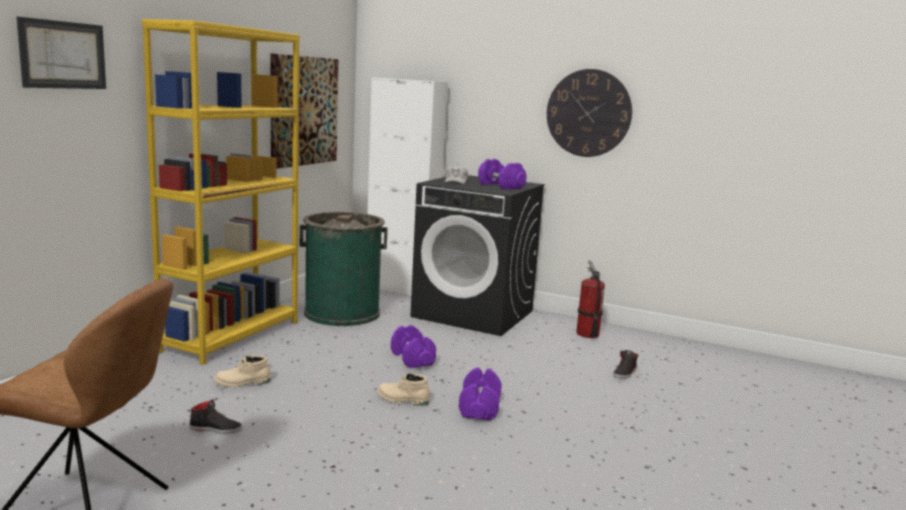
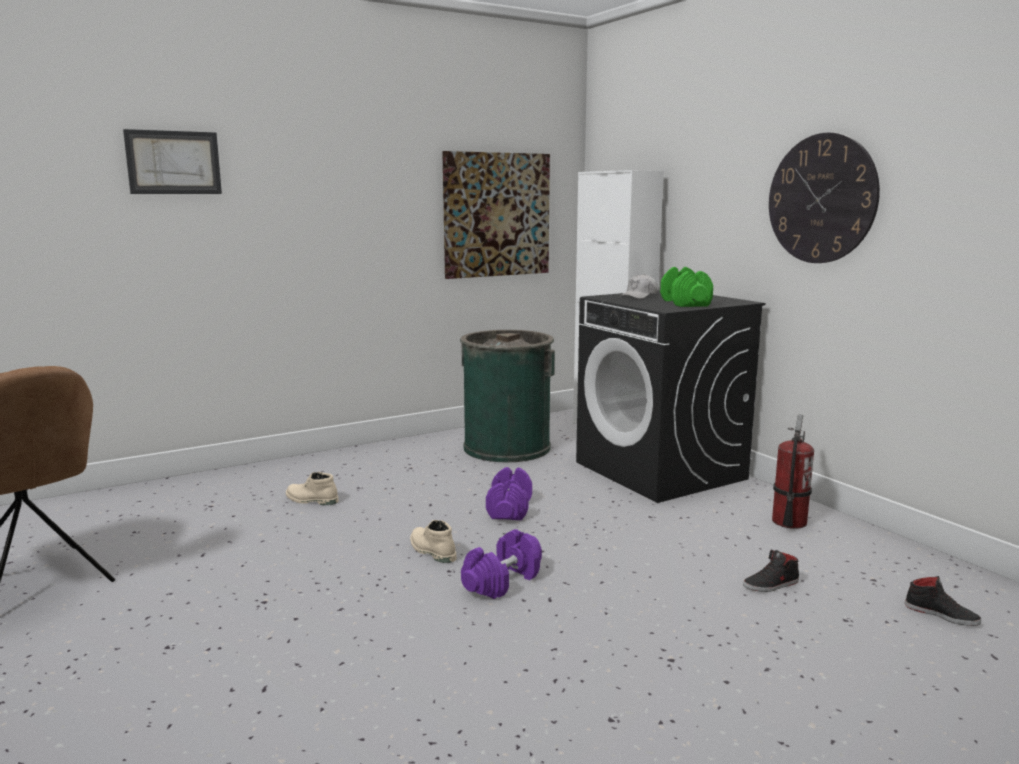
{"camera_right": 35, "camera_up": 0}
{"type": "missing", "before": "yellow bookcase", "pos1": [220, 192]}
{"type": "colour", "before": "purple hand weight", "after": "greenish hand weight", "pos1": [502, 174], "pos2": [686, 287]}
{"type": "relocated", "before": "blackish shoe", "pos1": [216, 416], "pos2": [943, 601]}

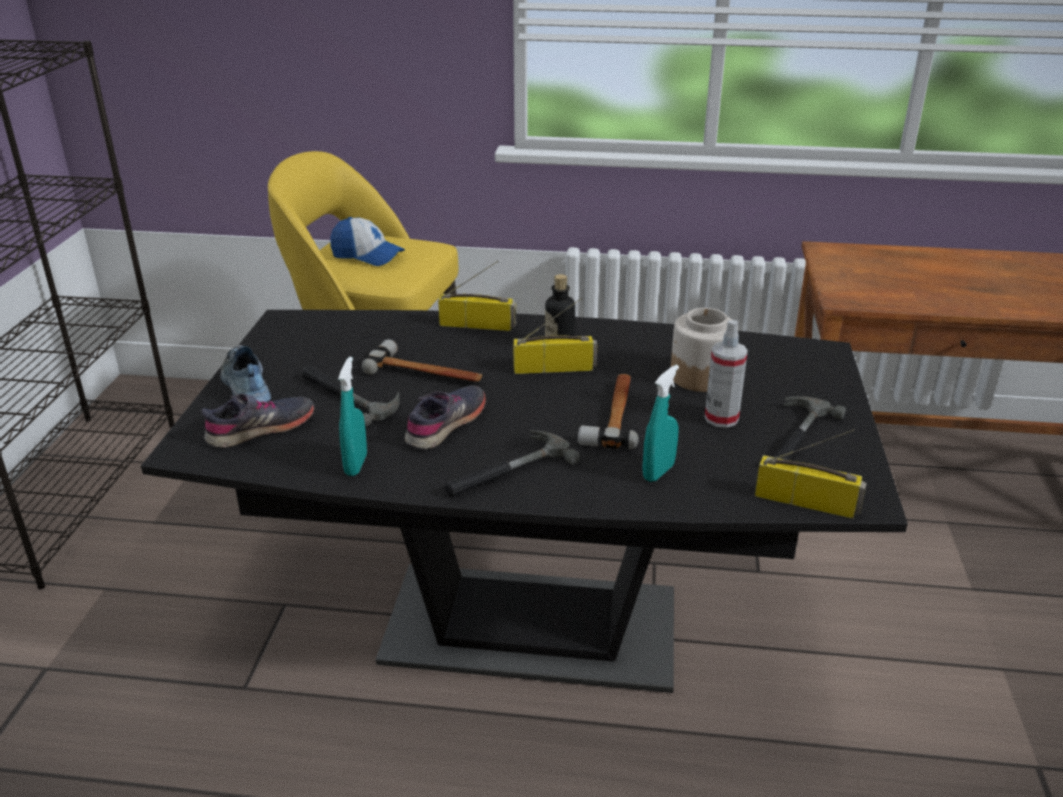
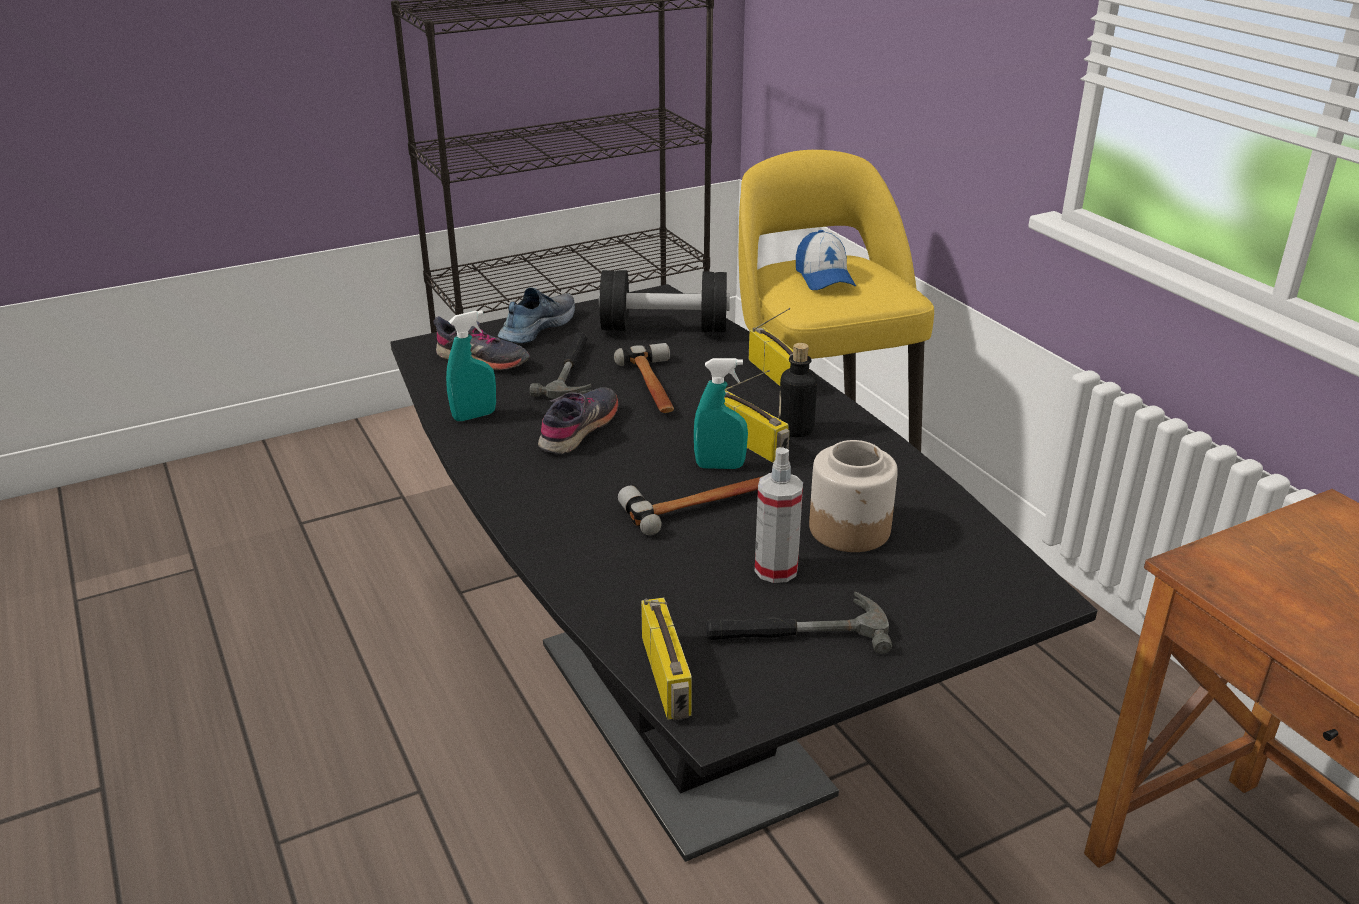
{"camera_right": 55, "camera_up": 0}
{"type": "relocated", "before": "turquoise sprayer", "pos1": [660, 423], "pos2": [721, 413]}
{"type": "spun", "before": "greyish shoe", "pos1": [445, 417], "pos2": [578, 420], "turn": -60}
{"type": "missing", "before": "hammer", "pos1": [512, 463]}
{"type": "appeared", "after": "blackish hand weight", "pos2": [664, 301]}

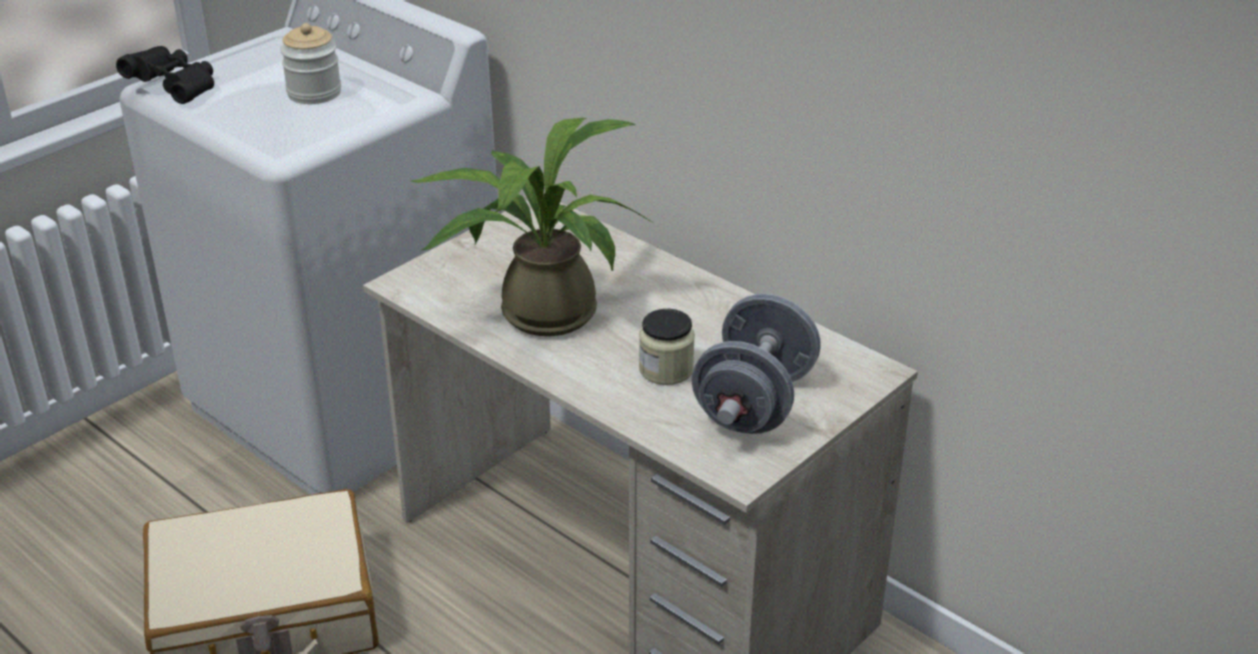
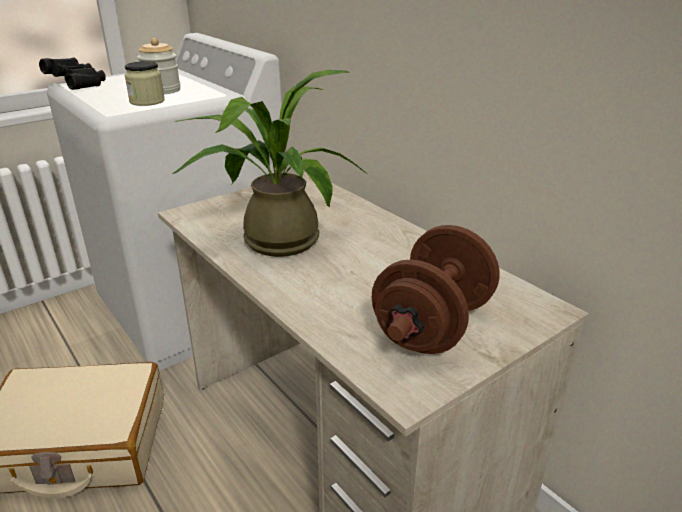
{"camera_right": 10, "camera_up": -5}
{"type": "colour", "before": "greyish hand weight", "after": "brownish hand weight", "pos1": [756, 364], "pos2": [436, 289]}
{"type": "relocated", "before": "jar", "pos1": [667, 347], "pos2": [145, 83]}

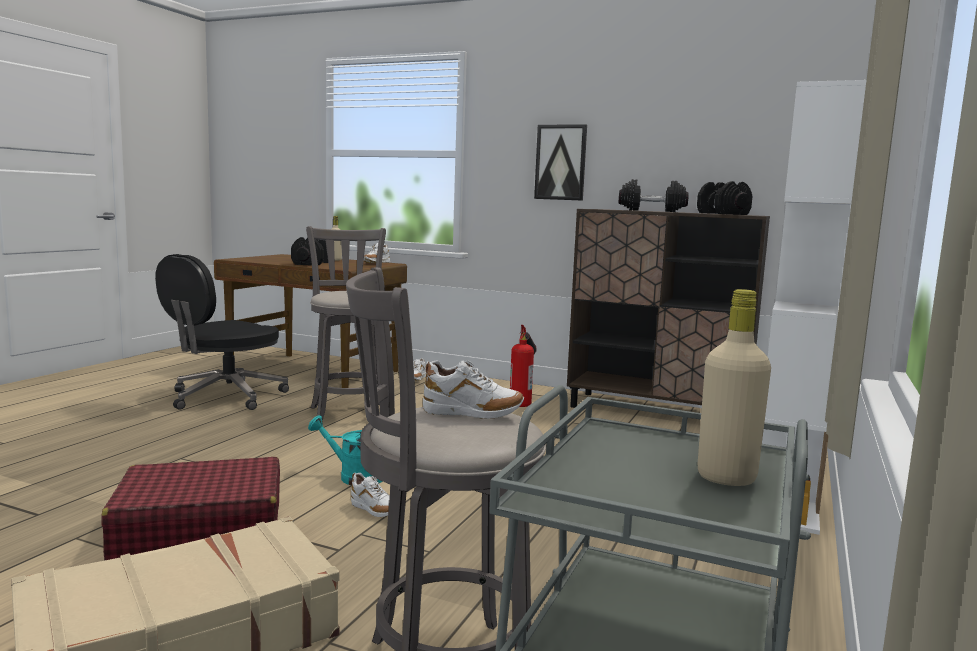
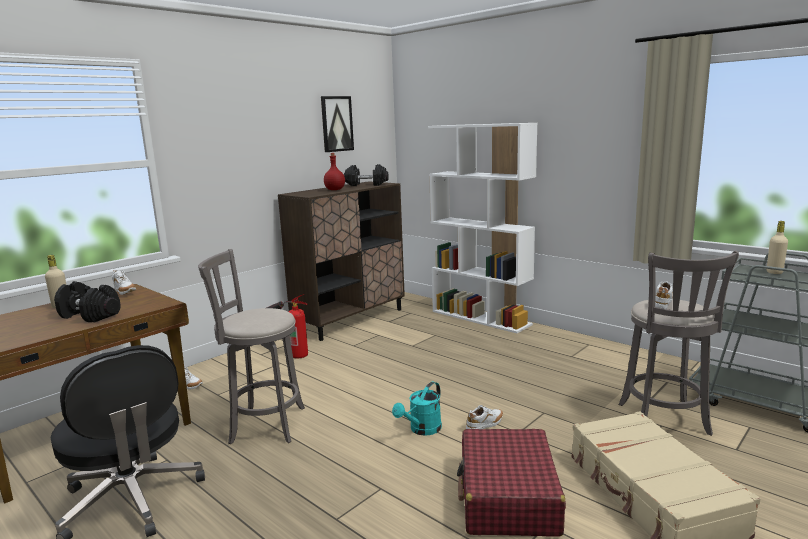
{"camera_right": -70, "camera_up": 5}
{"type": "relocated", "before": "picture", "pos1": [560, 162], "pos2": [337, 124]}
{"type": "exchanged", "before": "blackish hand weight", "after": "red beverage bottle", "pos1": [654, 195], "pos2": [334, 171]}

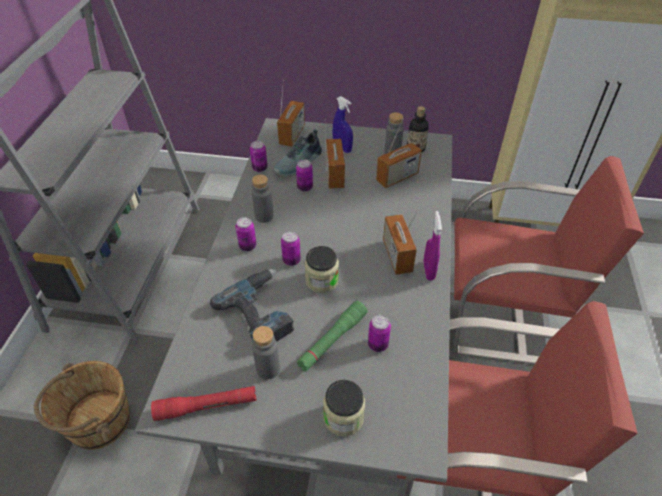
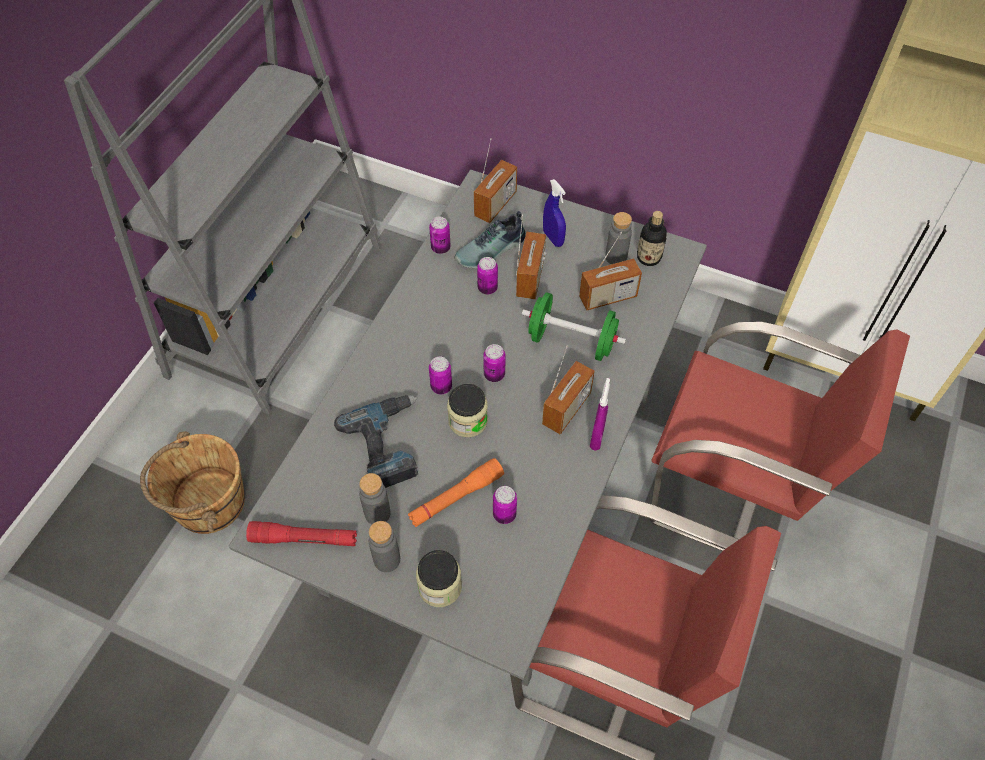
{"camera_right": 15, "camera_up": 10}
{"type": "relocated", "before": "greyish beverage bottle", "pos1": [263, 198], "pos2": [384, 546]}
{"type": "spun", "before": "radio receiver", "pos1": [401, 241], "pos2": [568, 389], "turn": -150}
{"type": "relocated", "before": "can", "pos1": [245, 234], "pos2": [494, 363]}
{"type": "colour", "before": "greenish hand torch", "after": "orange hand torch", "pos1": [332, 336], "pos2": [456, 492]}
{"type": "appeared", "after": "greenish hand weight", "pos2": [574, 326]}

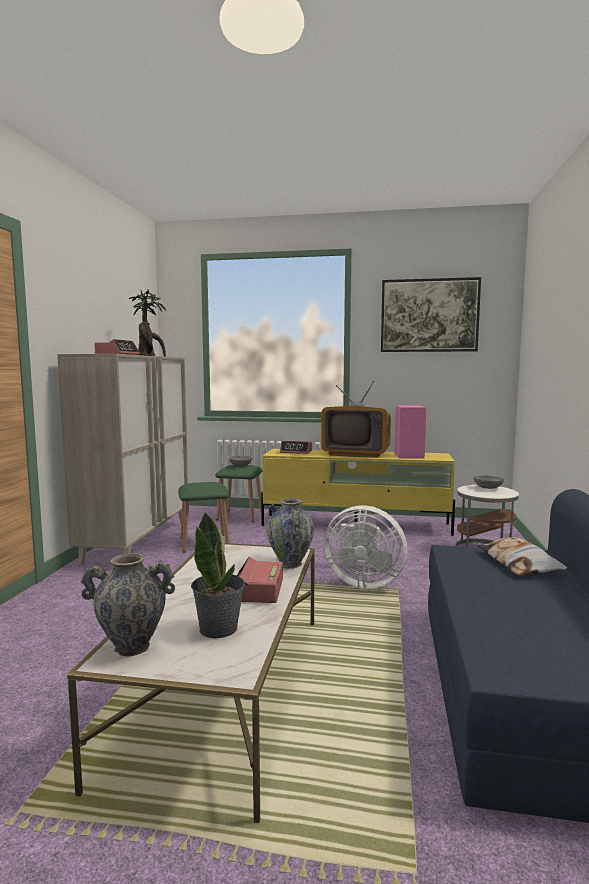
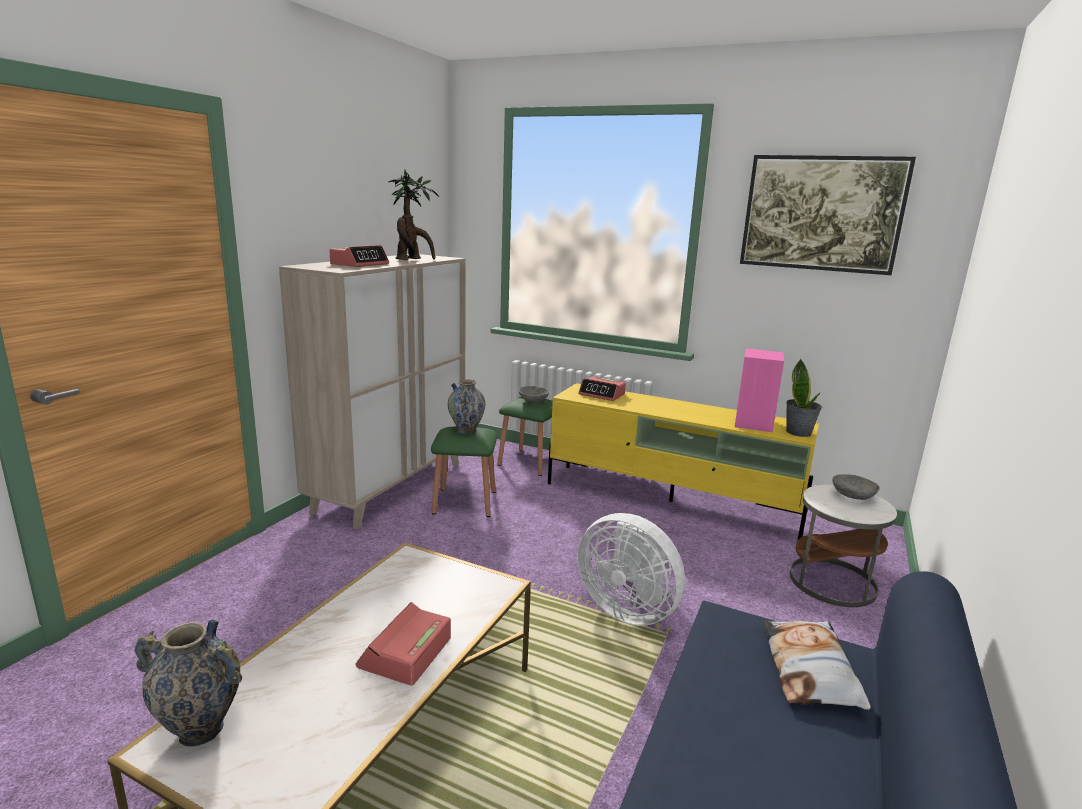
{"camera_right": 15, "camera_up": 10}
{"type": "missing", "before": "TV set", "pos1": [356, 419]}
{"type": "relocated", "before": "flower vase", "pos1": [290, 533], "pos2": [466, 407]}
{"type": "relocated", "before": "houseplant", "pos1": [218, 575], "pos2": [804, 398]}

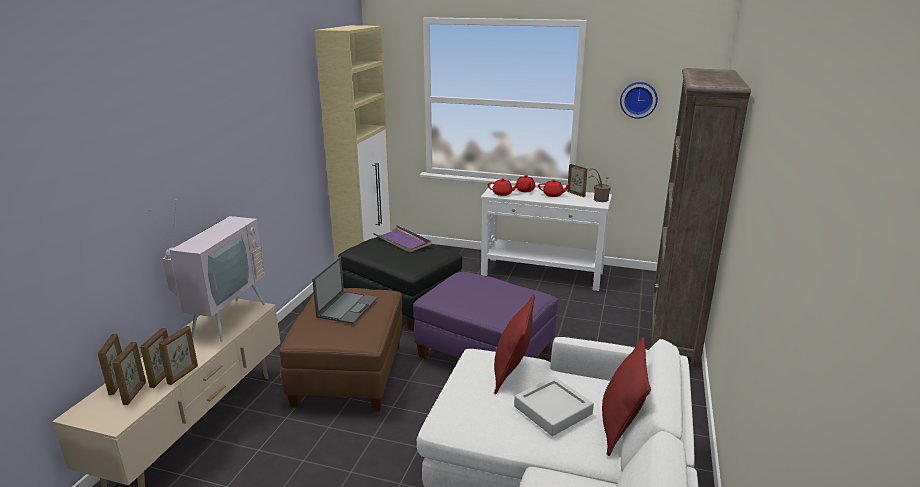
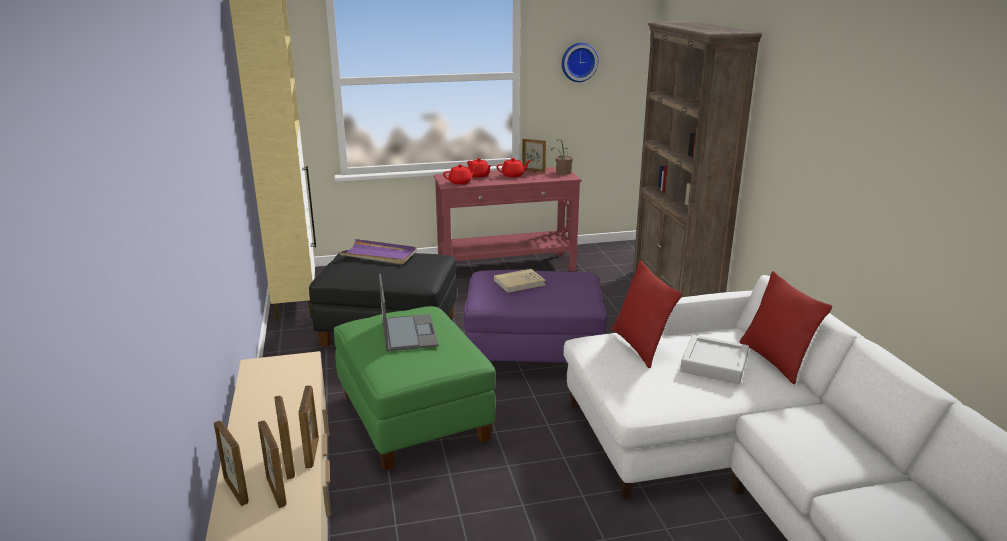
{"camera_right": -30, "camera_up": 0}
{"type": "colour", "before": "whitish hall table", "after": "red hall table", "pos1": [546, 237], "pos2": [507, 219]}
{"type": "missing", "before": "TV set", "pos1": [207, 271]}
{"type": "colour", "before": "brownish pouffe", "after": "greenish pouffe", "pos1": [341, 350], "pos2": [415, 388]}
{"type": "appeared", "after": "beige-coloured volume", "pos2": [520, 281]}

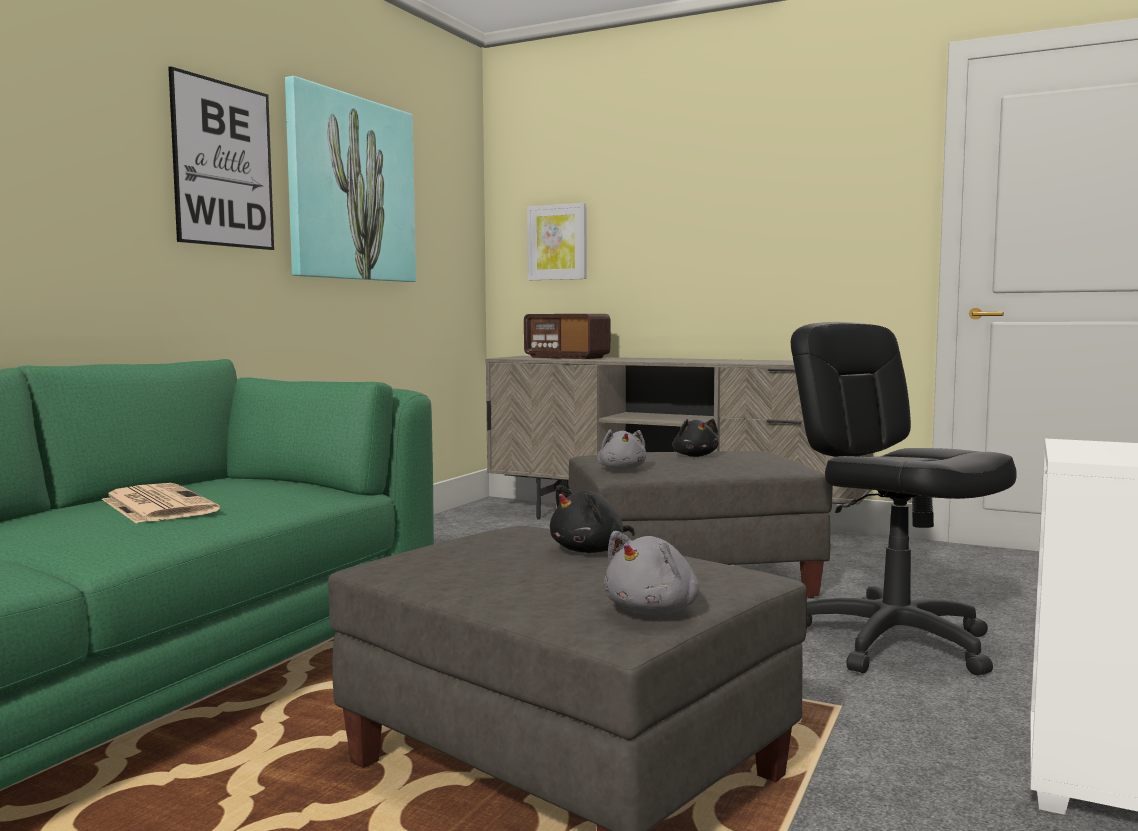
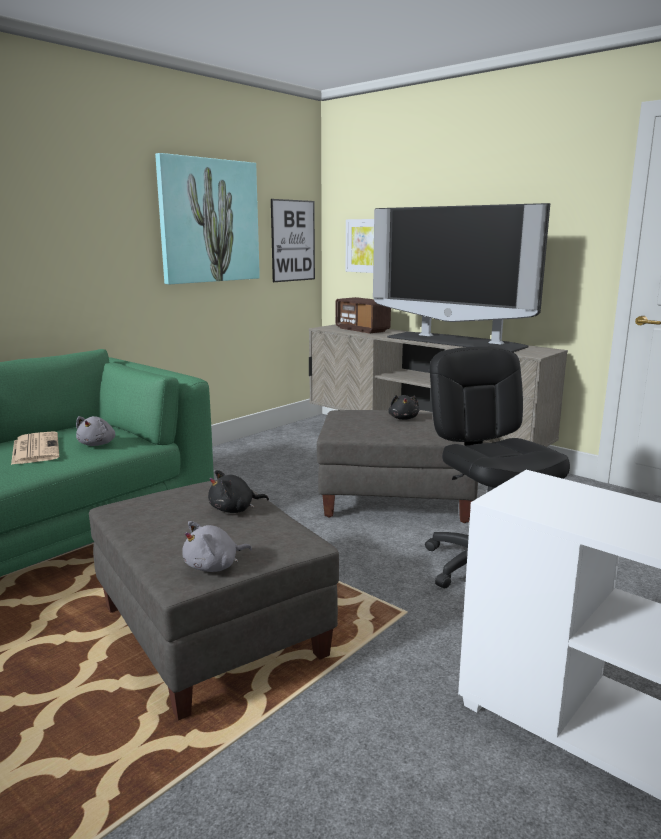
{"camera_right": 15, "camera_up": 10}
{"type": "relocated", "before": "picture", "pos1": [221, 158], "pos2": [293, 240]}
{"type": "relocated", "before": "greyish cuddly toy", "pos1": [621, 450], "pos2": [95, 431]}
{"type": "appeared", "after": "TV set", "pos2": [461, 277]}

